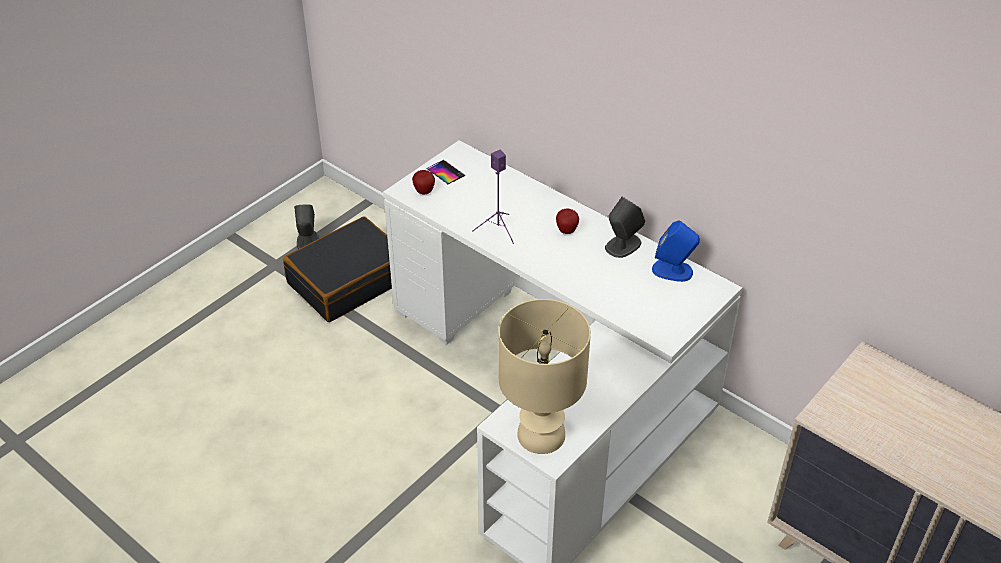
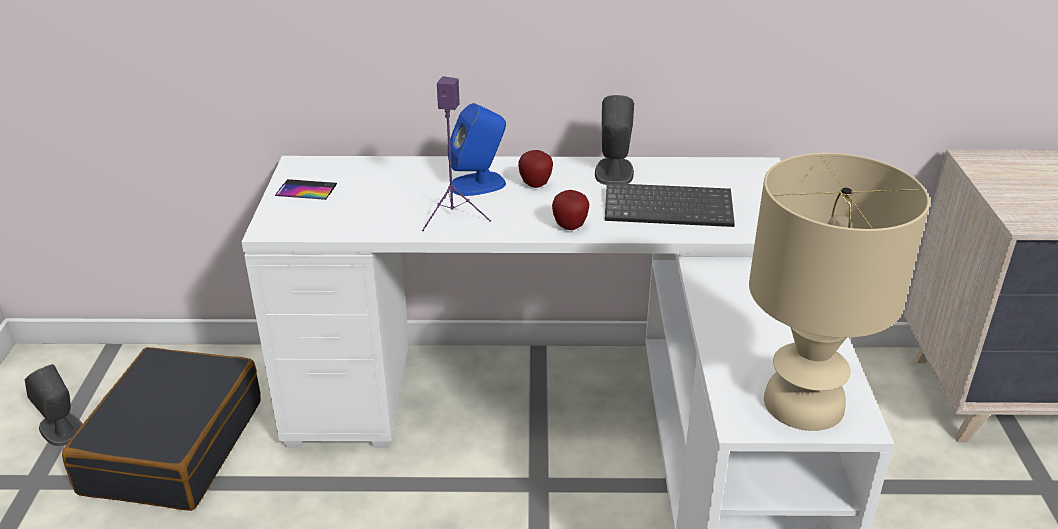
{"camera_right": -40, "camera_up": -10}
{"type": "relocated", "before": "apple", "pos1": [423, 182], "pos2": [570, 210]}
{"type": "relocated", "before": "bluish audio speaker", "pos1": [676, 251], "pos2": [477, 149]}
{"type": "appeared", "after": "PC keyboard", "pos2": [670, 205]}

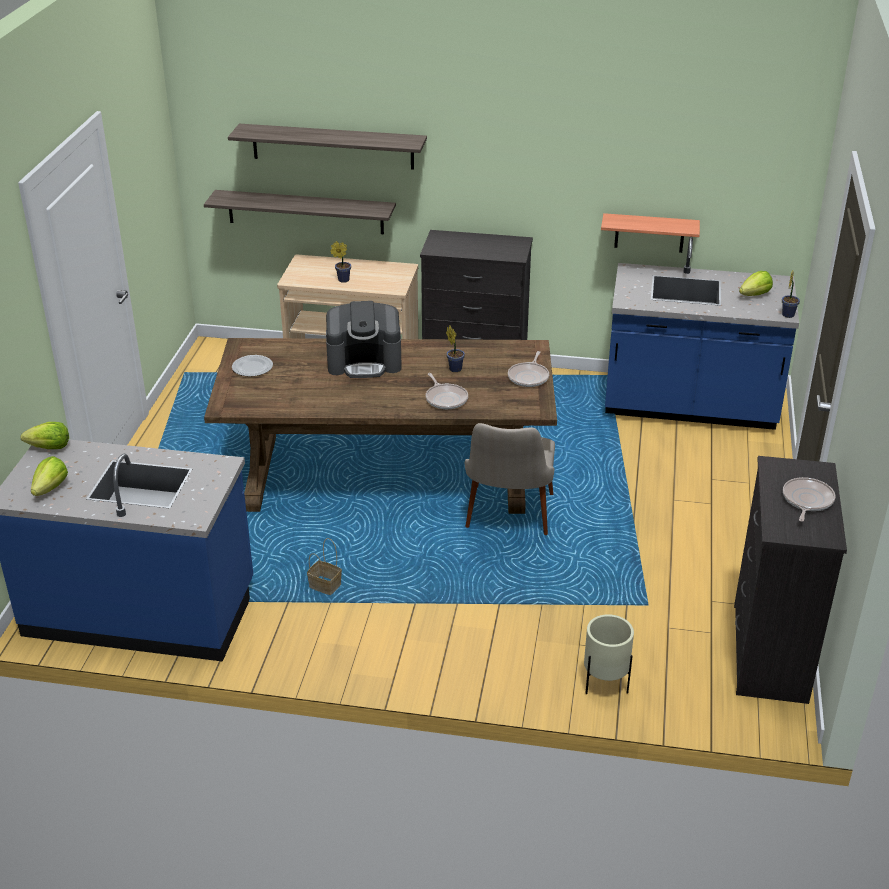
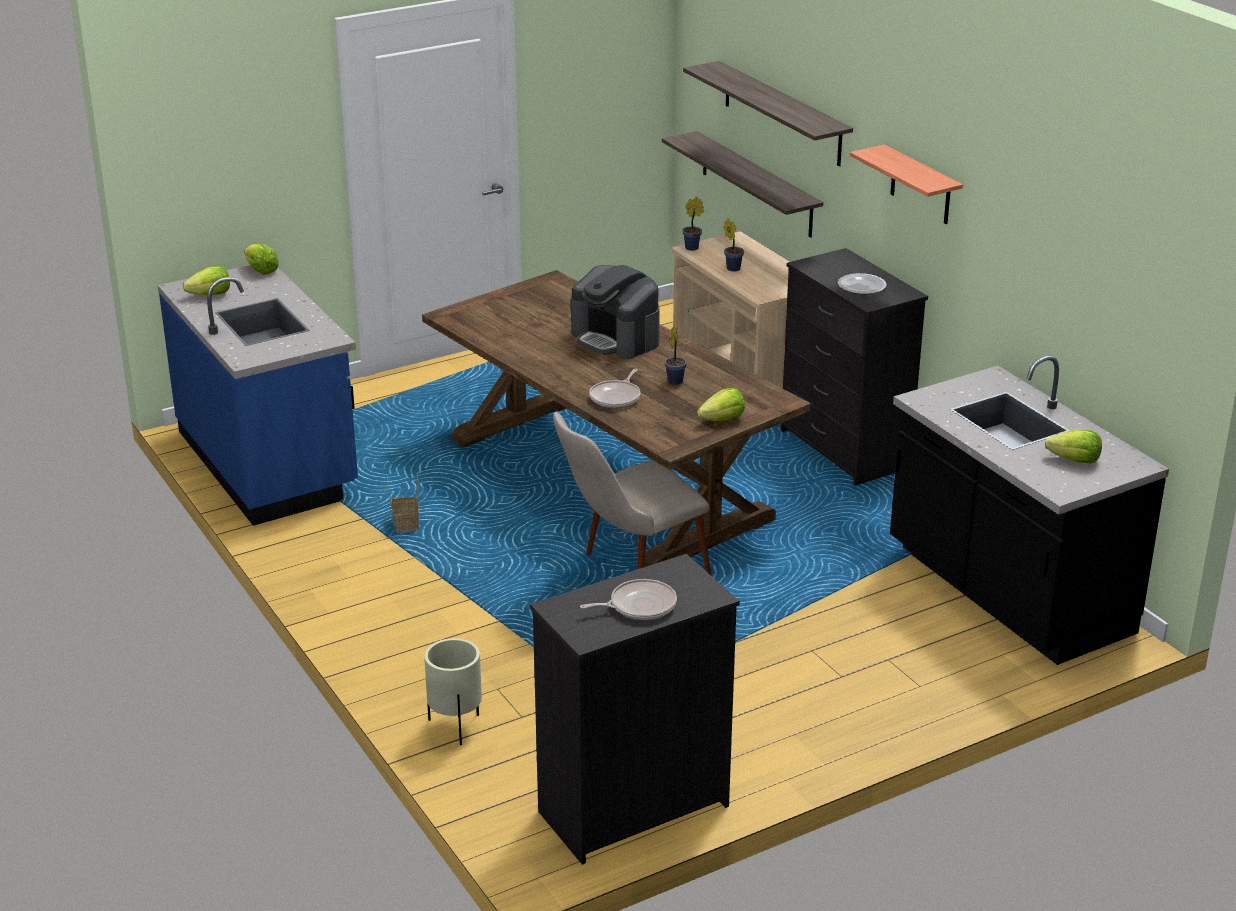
{"camera_right": 50, "camera_up": -5}
{"type": "relocated", "before": "shelf", "pos1": [650, 233], "pos2": [906, 184]}
{"type": "colour", "before": "bluish kitchen base unit", "after": "blackish kitchen base unit", "pos1": [702, 333], "pos2": [1029, 510]}
{"type": "relocated", "before": "houseplant", "pos1": [791, 294], "pos2": [693, 224]}
{"type": "exchanged", "before": "frying pan", "after": "lettuce head", "pos1": [528, 369], "pos2": [721, 404]}
{"type": "relocated", "before": "flat dish", "pos1": [252, 365], "pos2": [862, 283]}

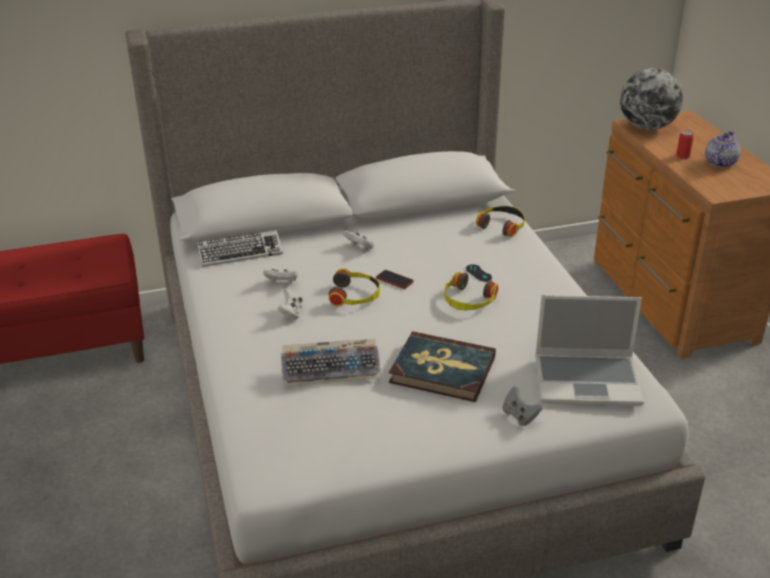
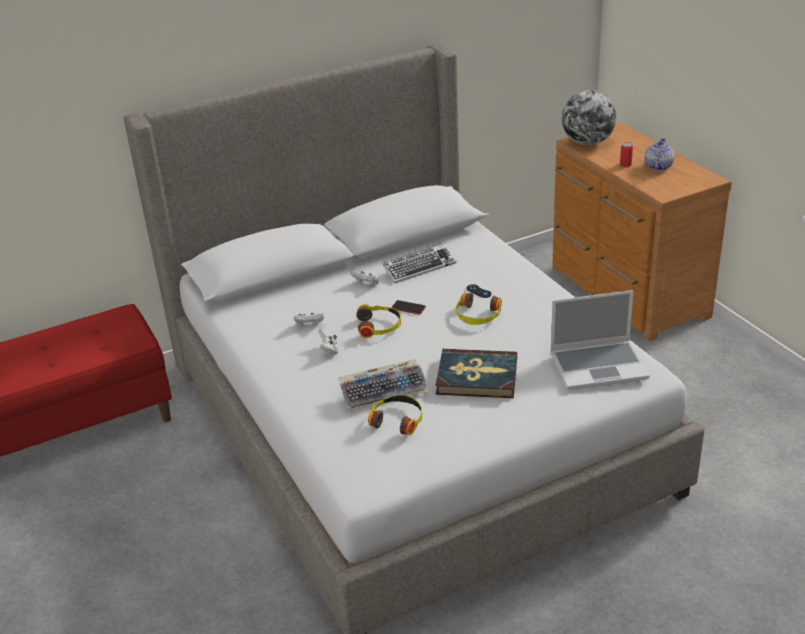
{"camera_right": -10, "camera_up": 0}
{"type": "relocated", "before": "pair of headphones", "pos1": [500, 221], "pos2": [395, 414]}
{"type": "relocated", "before": "PC keyboard", "pos1": [240, 248], "pos2": [419, 263]}
{"type": "missing", "before": "greyish joypad", "pos1": [522, 406]}

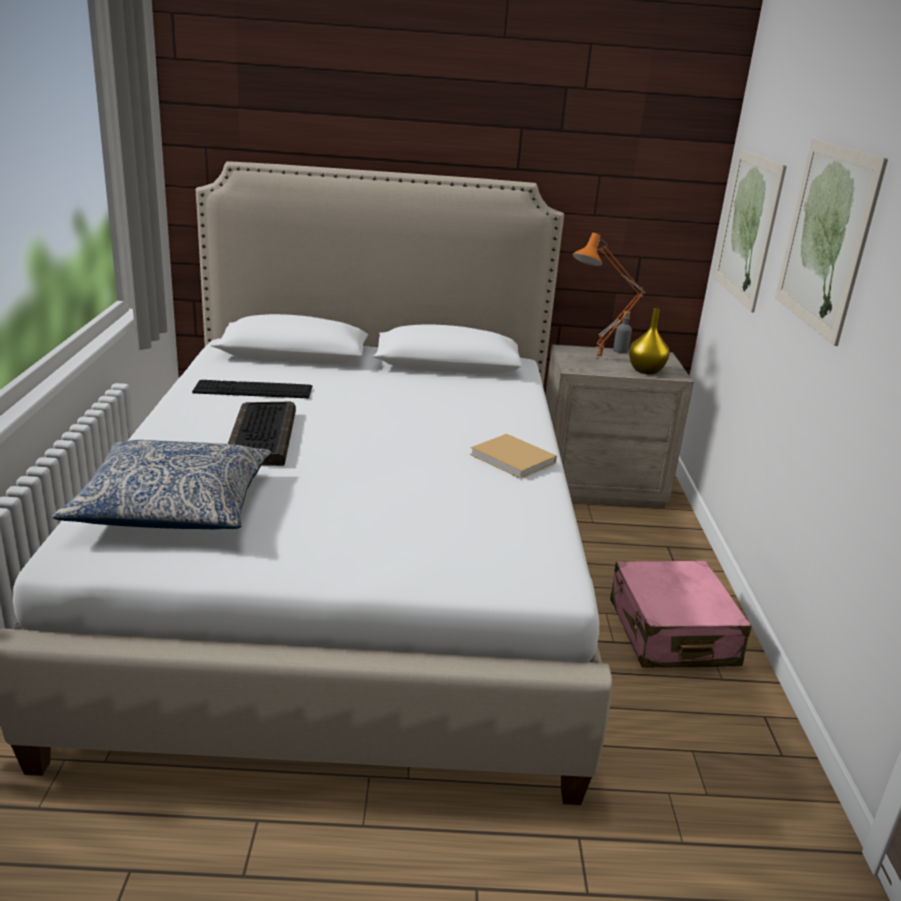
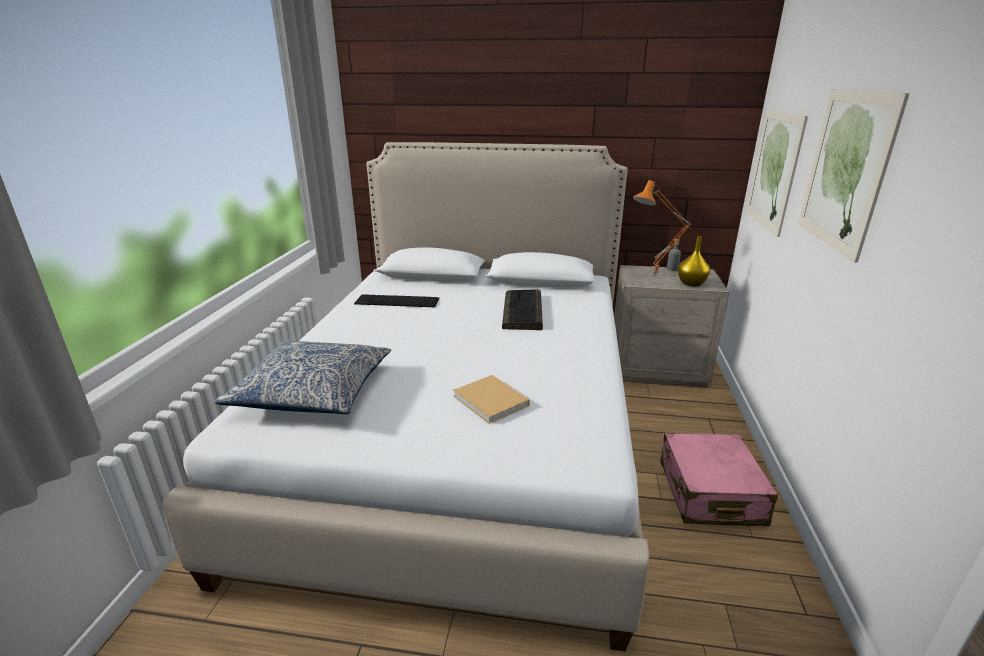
{"camera_right": 10, "camera_up": 0}
{"type": "relocated", "before": "PC keyboard", "pos1": [262, 434], "pos2": [522, 309]}
{"type": "relocated", "before": "beige-coloured volume", "pos1": [513, 456], "pos2": [491, 399]}

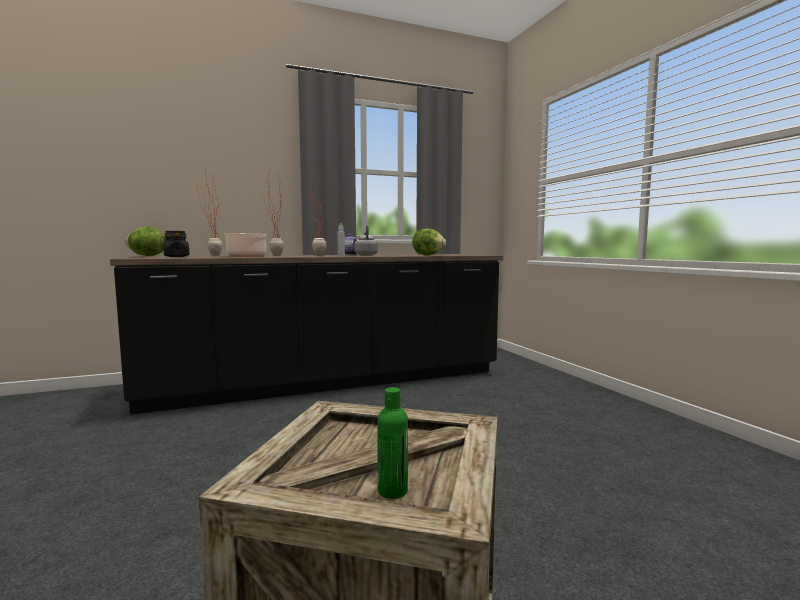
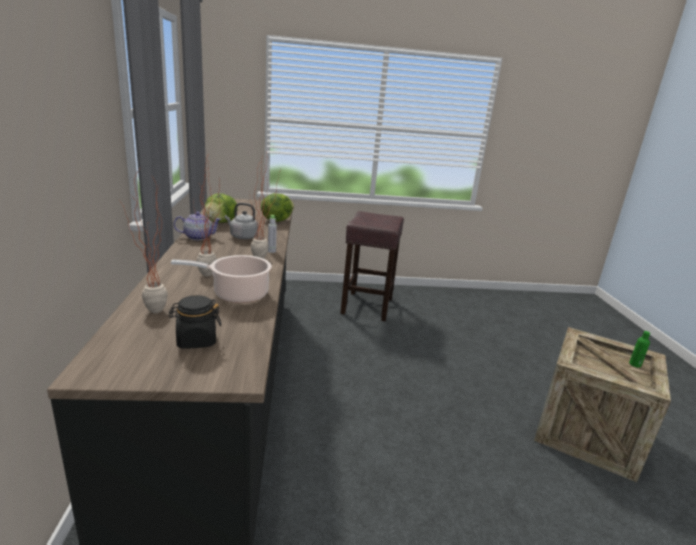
{"camera_right": -75, "camera_up": 15}
{"type": "relocated", "before": "lettuce head", "pos1": [145, 241], "pos2": [221, 208]}
{"type": "appeared", "after": "brownish stool seat", "pos2": [372, 266]}

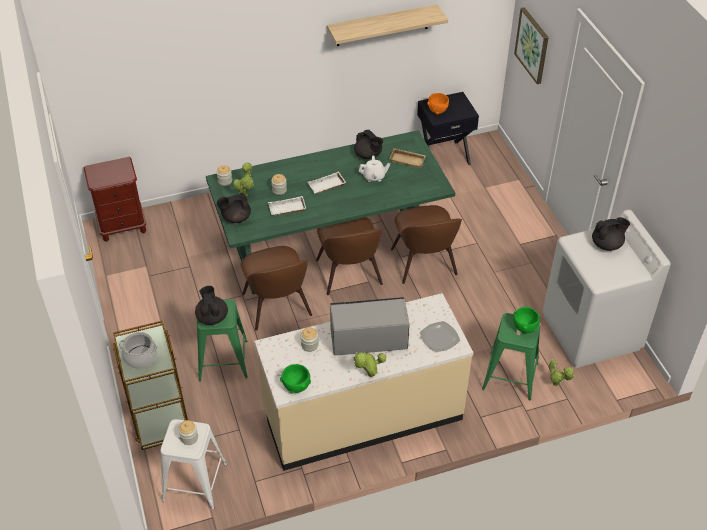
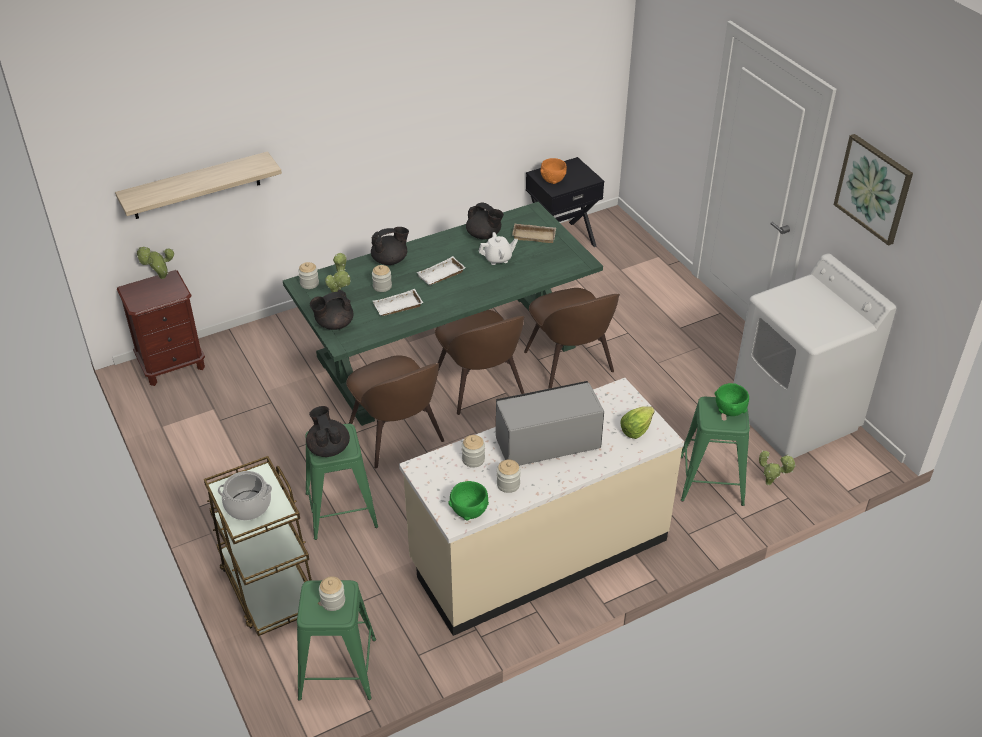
{"camera_right": -10, "camera_up": -5}
{"type": "relocated", "before": "shelf", "pos1": [387, 25], "pos2": [198, 185]}
{"type": "relocated", "before": "picture", "pos1": [531, 45], "pos2": [873, 190]}
{"type": "relocated", "before": "blackish teapot", "pos1": [611, 234], "pos2": [390, 246]}
{"type": "exchanged", "before": "flat dish", "after": "lettuce head", "pos1": [440, 336], "pos2": [638, 422]}
{"type": "relocated", "before": "houseplant", "pos1": [369, 364], "pos2": [155, 263]}
{"type": "colour", "before": "whitish stool seat", "after": "greenish stool seat", "pos1": [193, 464], "pos2": [336, 640]}
{"type": "appeared", "after": "jar", "pos2": [509, 476]}

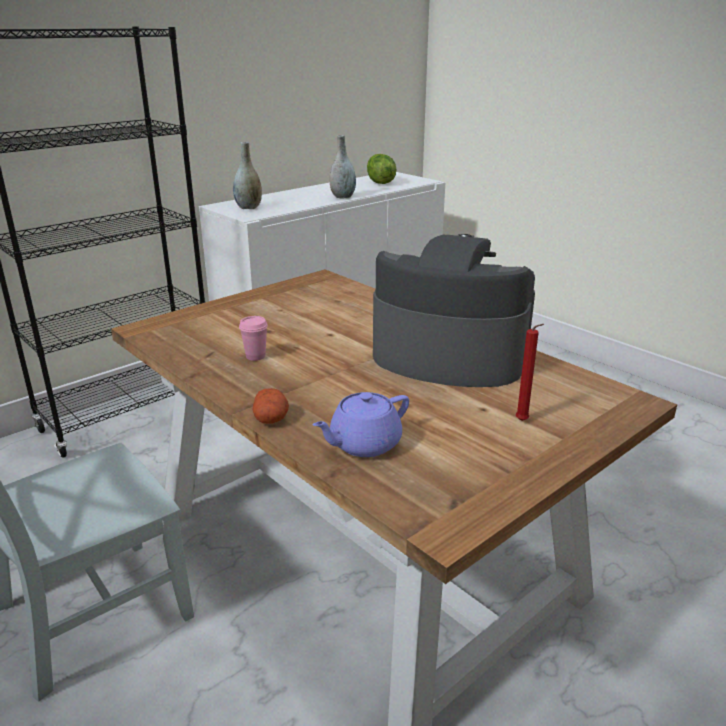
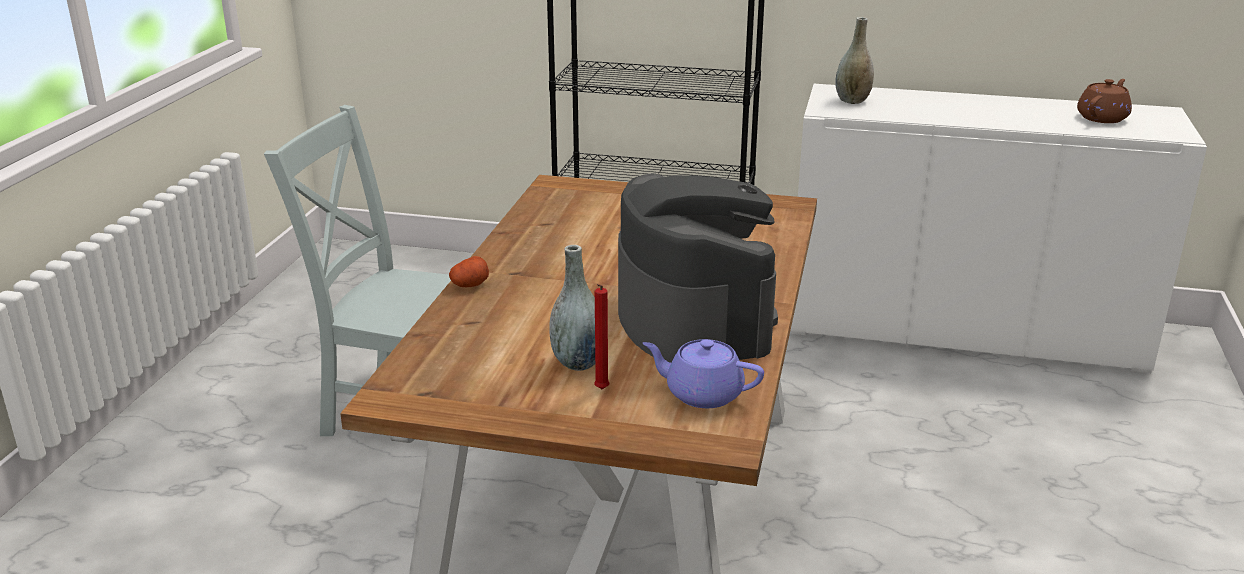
{"camera_right": 55, "camera_up": 0}
{"type": "relocated", "before": "greyish flower vase", "pos1": [342, 167], "pos2": [572, 308]}
{"type": "exchanged", "before": "lettuce head", "after": "brownish teapot", "pos1": [381, 169], "pos2": [1104, 101]}
{"type": "missing", "before": "pink-coloured drinking cup", "pos1": [253, 338]}
{"type": "relocated", "before": "purple teapot", "pos1": [361, 424], "pos2": [703, 373]}

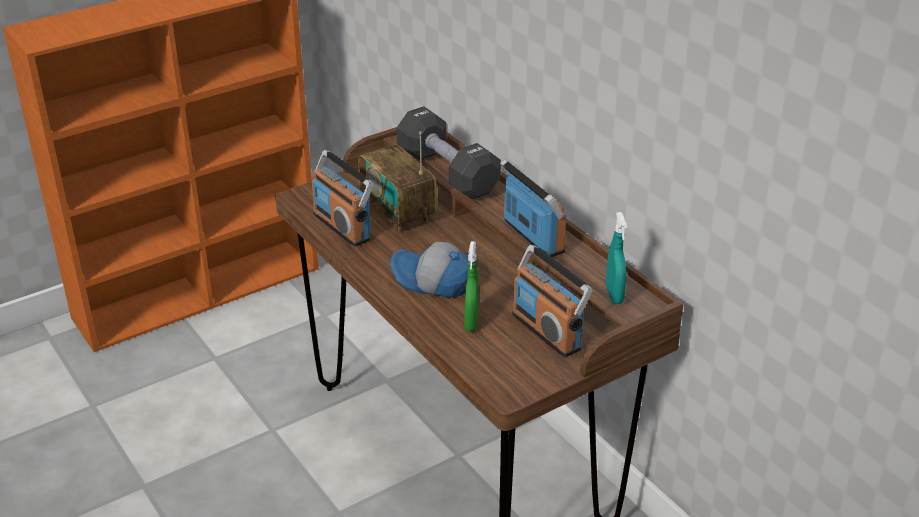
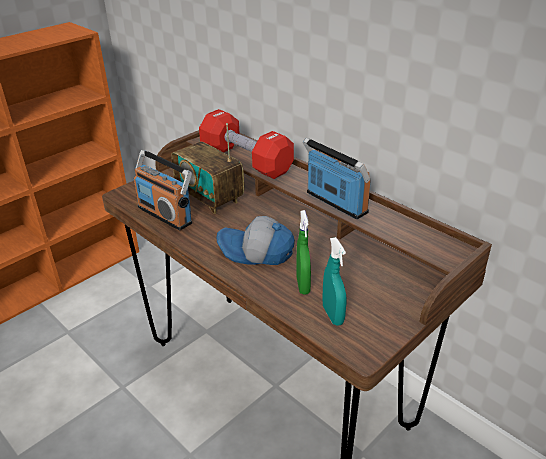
{"camera_right": -10, "camera_up": 0}
{"type": "colour", "before": "blackish hand weight", "after": "red hand weight", "pos1": [449, 153], "pos2": [246, 144]}
{"type": "relocated", "before": "turquoise sprayer", "pos1": [616, 258], "pos2": [335, 281]}
{"type": "missing", "before": "radio receiver", "pos1": [552, 301]}

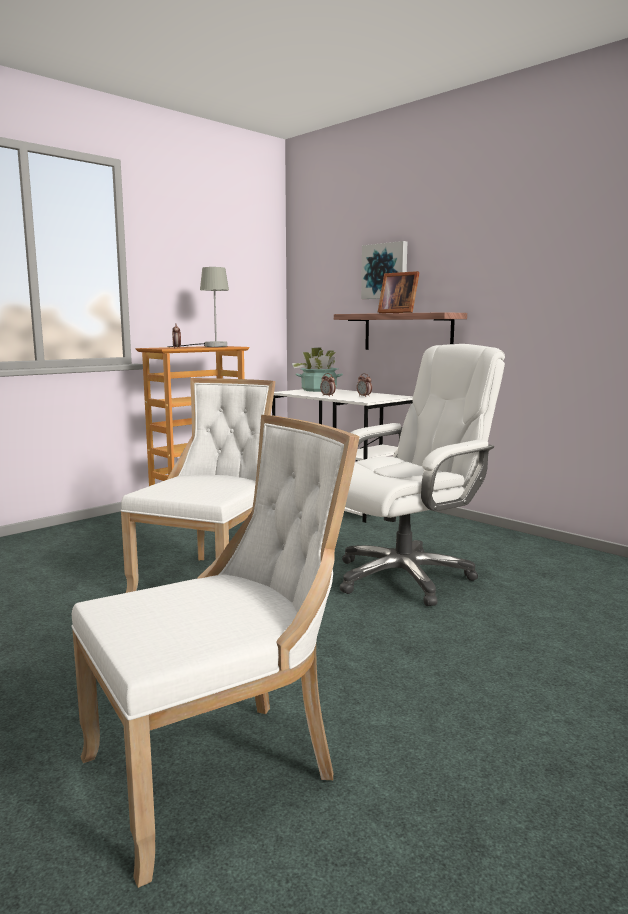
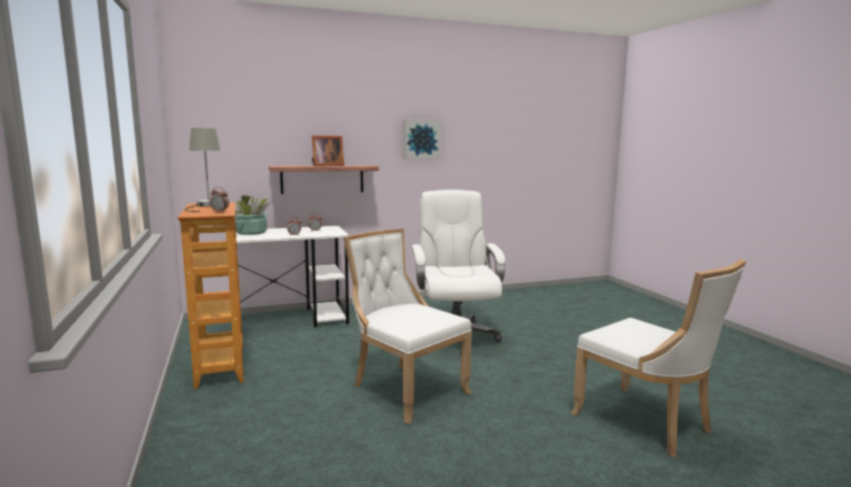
{"camera_right": -65, "camera_up": 0}
{"type": "relocated", "before": "picture", "pos1": [384, 270], "pos2": [422, 139]}
{"type": "spun", "before": "whitish plain chair", "pos1": [215, 651], "pos2": [658, 358], "turn": 150}

